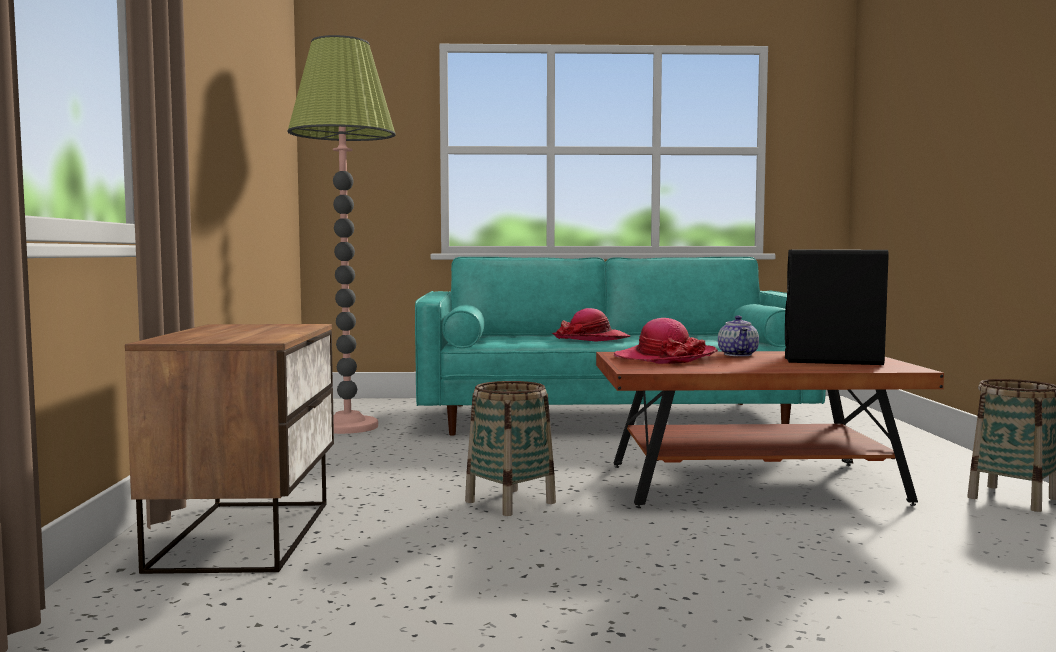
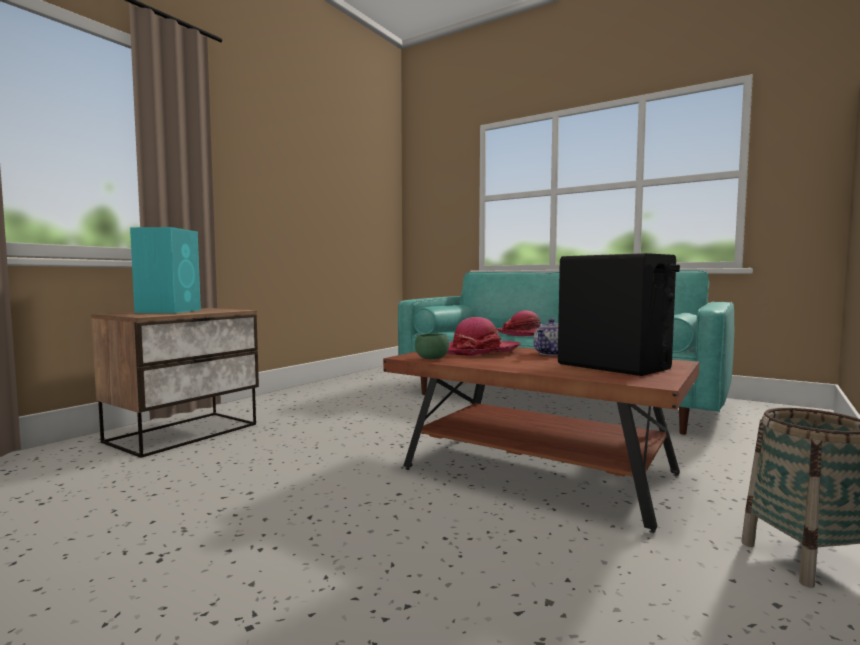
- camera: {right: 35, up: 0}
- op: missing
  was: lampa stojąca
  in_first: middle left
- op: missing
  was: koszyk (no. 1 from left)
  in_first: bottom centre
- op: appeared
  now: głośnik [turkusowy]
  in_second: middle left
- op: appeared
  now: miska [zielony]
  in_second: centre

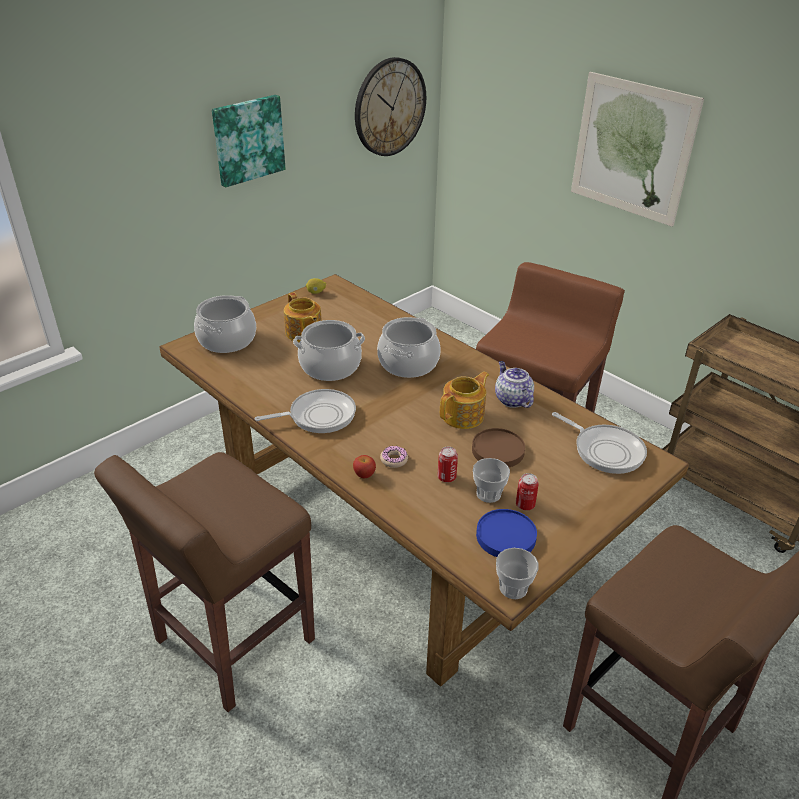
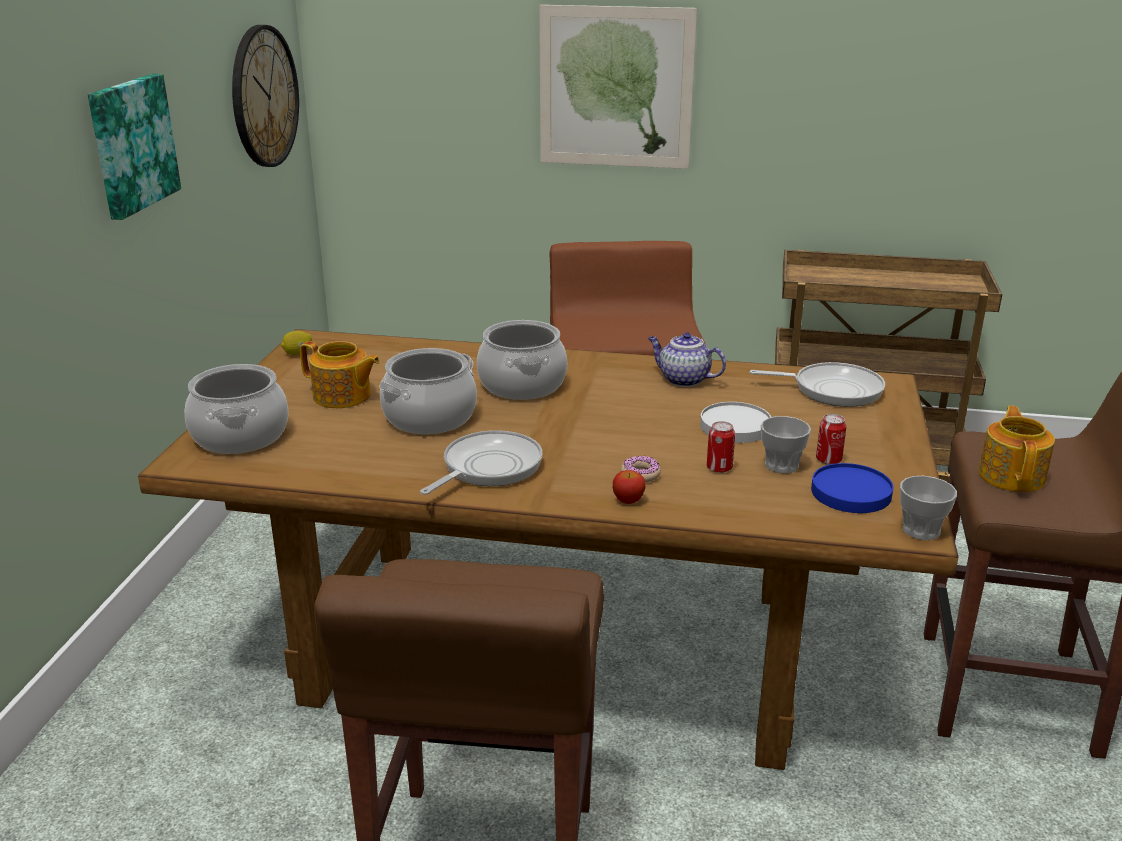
- camera: {right: -35, up: -10}
- op: relocated
  was: imbryk (no. 2 from left in the first image)
  now: imbryk (no. 3 from left)
  in_first: centre
  in_second: middle right
- op: colour
  was: talerz [brązowy]
  now: talerz [biały]
  in_first: centre
  in_second: centre

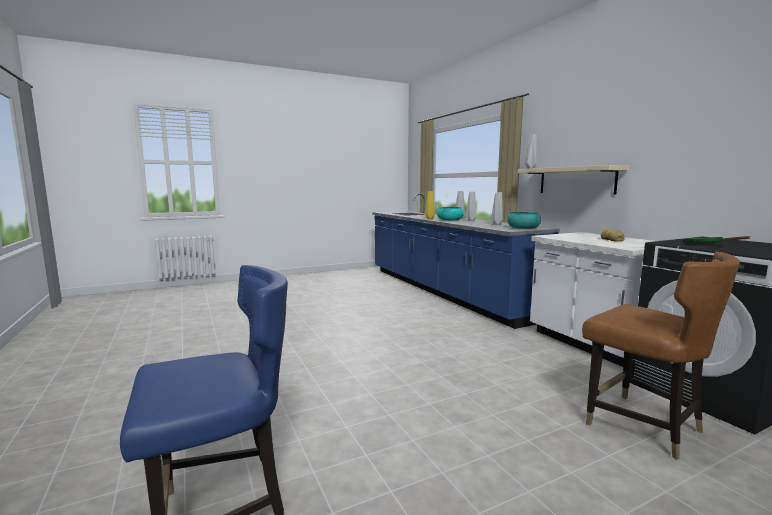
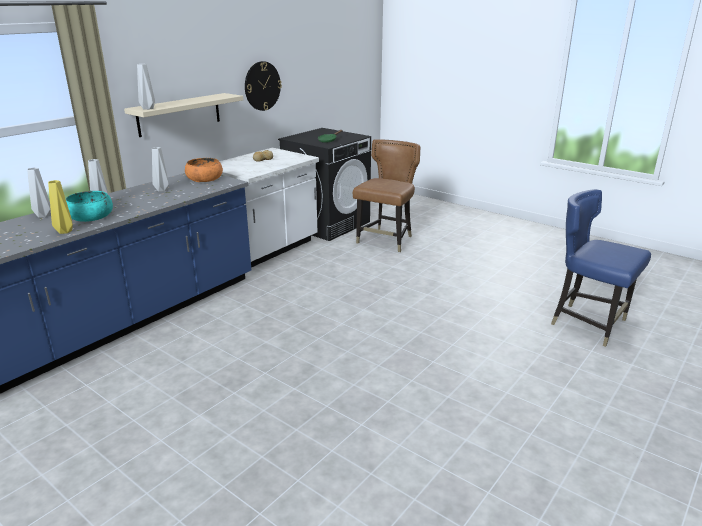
- camera: {right: -115, up: 15}
- op: appeared
  now: zegar ścienny
  in_second: top centre
- op: colour
  was: miska [turkusowy] (no. 2 from left)
  now: miska [pomarańczowy]
  in_first: middle right
  in_second: top left

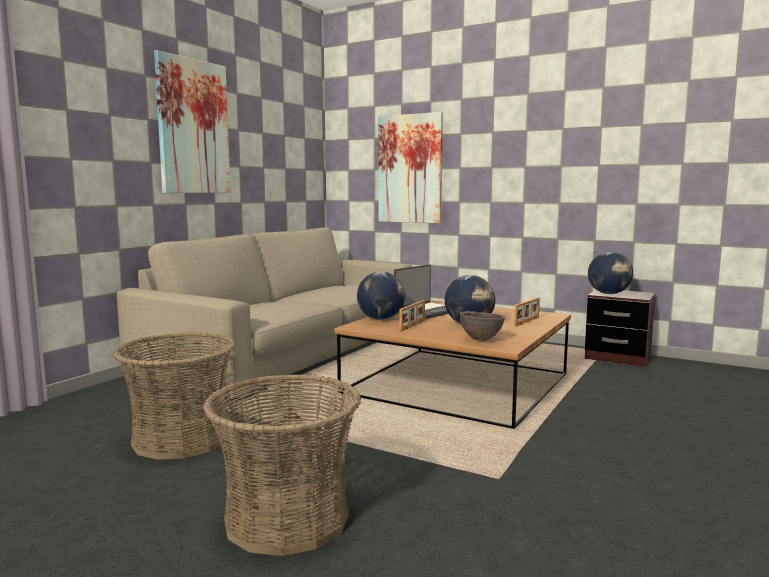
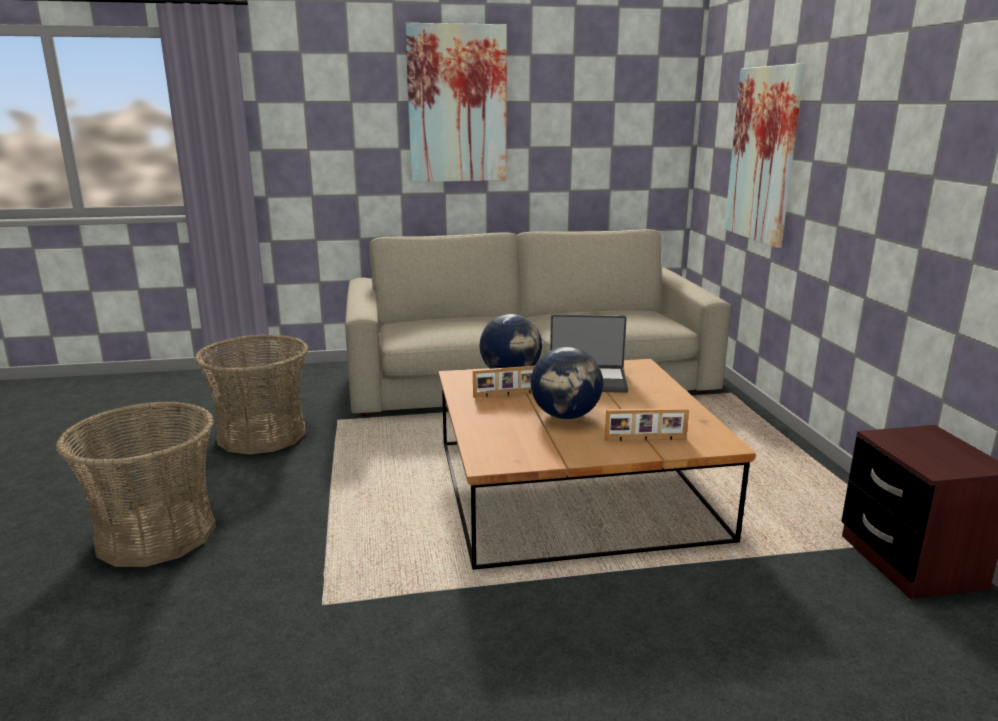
- camera: {right: 50, up: 10}
- op: missing
  was: miska [brązowy]
  in_first: centre
- op: missing
  was: globus (no. 3 from left)
  in_first: middle right

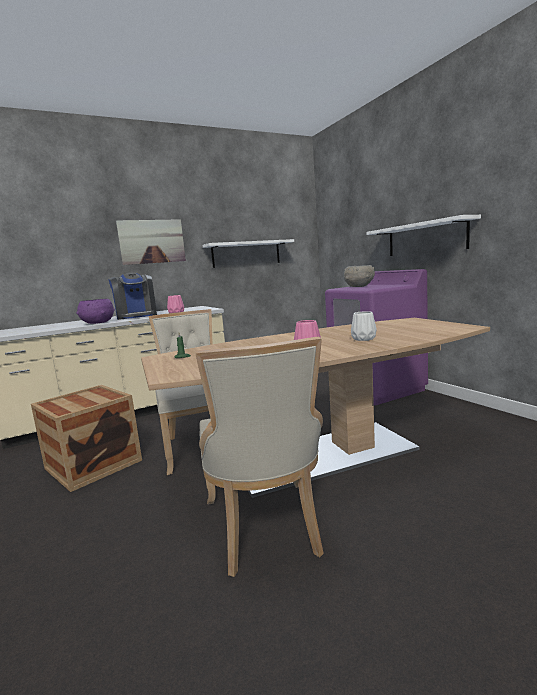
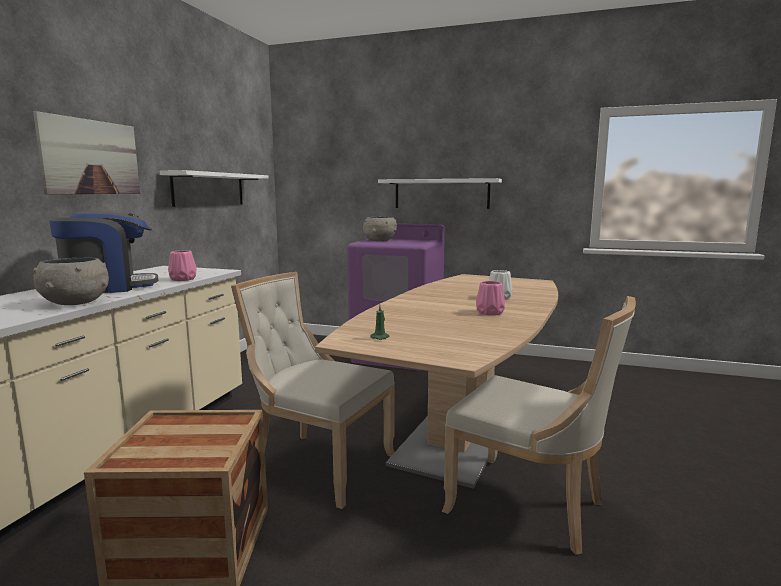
- camera: {right: -45, up: 0}
- op: colour
  was: miska [fioletowy]
  now: miska [szary] (no. 1 from left)
  in_first: middle left
  in_second: middle left
- op: spun
  was: ekspres do kawy
  in_first: middle left
  in_second: middle left
  clockwise: -45

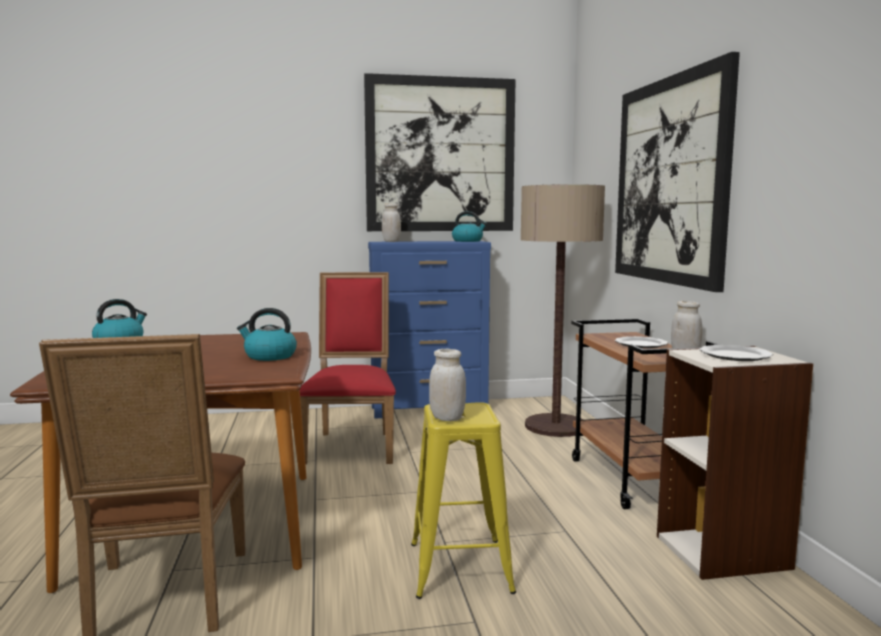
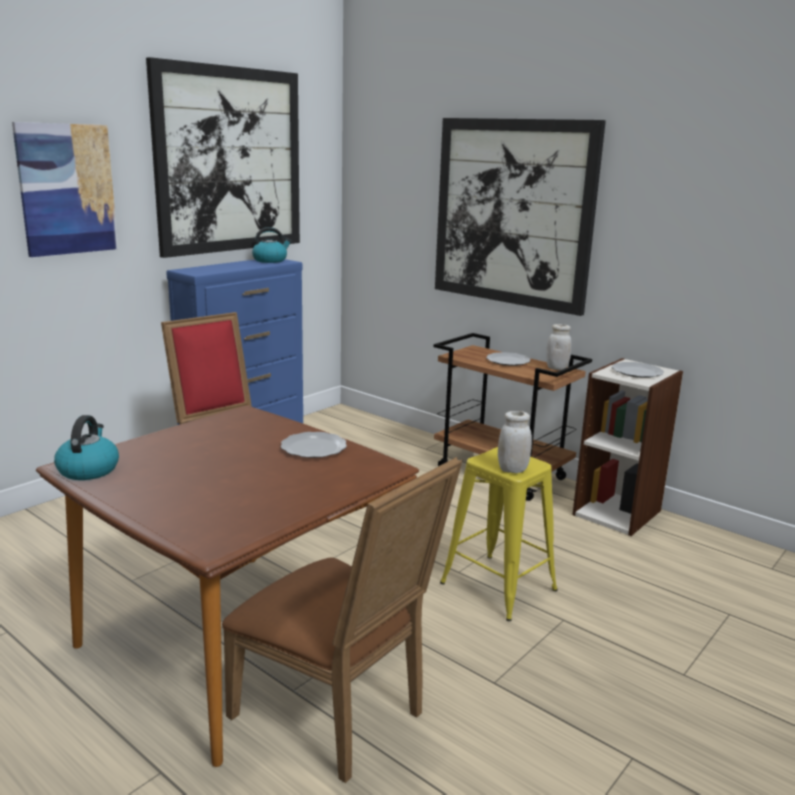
- camera: {right: -40, up: 10}
- op: missing
  was: słoik [biały] (no. 1 from left)
  in_first: centre
- op: missing
  was: lampa stojąca
  in_first: centre
- op: appeared
  now: obraz (no. 1 from left)
  in_second: top left
- op: exchanged
  was: czajnik (no. 2 from left)
  now: talerz (no. 1 from left)
  in_first: middle left
  in_second: centre

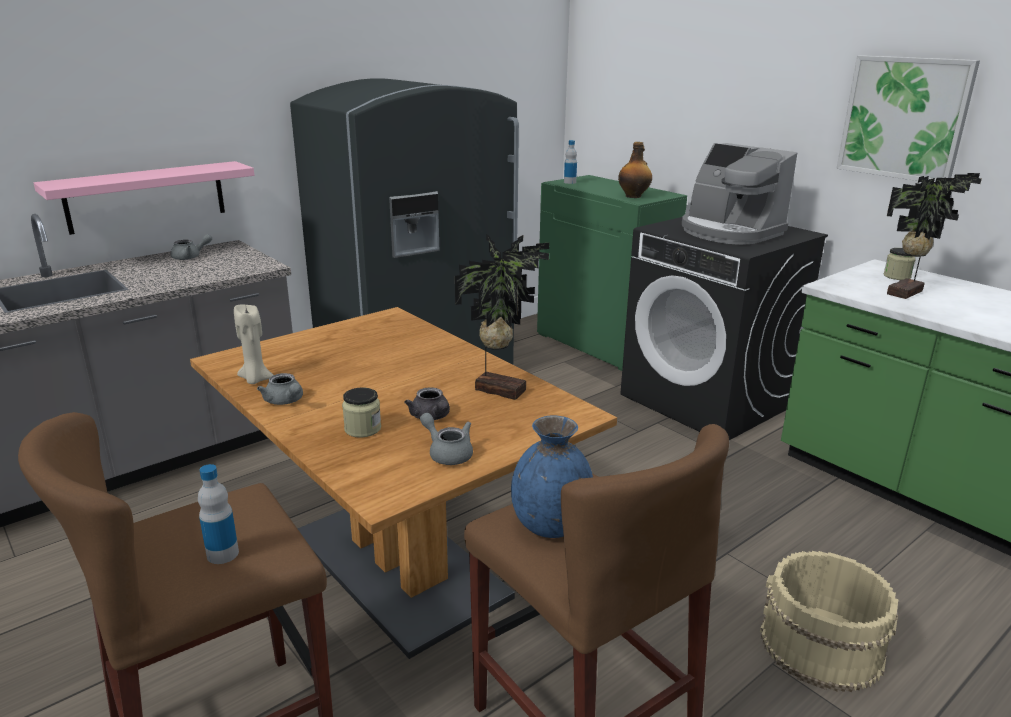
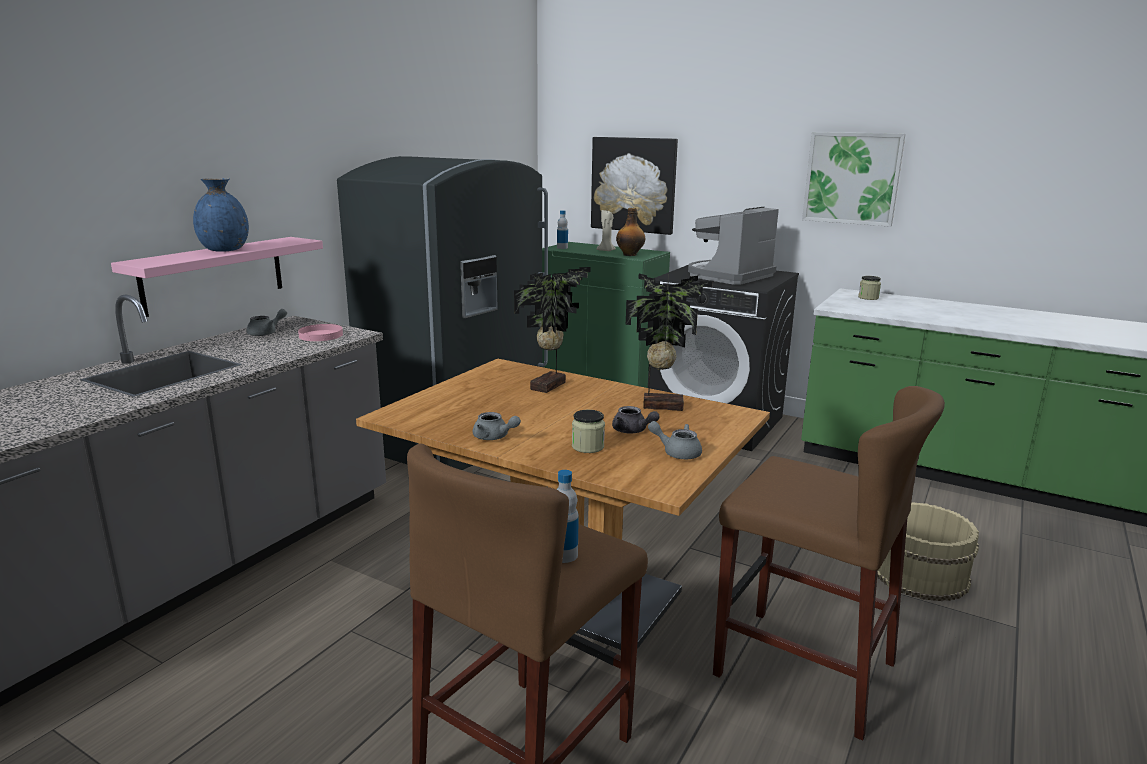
- camera: {right: -20, up: -5}
- op: appeared
  now: talerz [różowy]
  in_second: middle left
- op: appeared
  now: obraz (no. 1 from left)
  in_second: top centre
- op: relocated
  was: świeca [beżowy]
  in_first: middle left
  in_second: top centre
- op: relocated
  was: wazon [niebieski]
  in_first: centre
  in_second: top left
- op: relocated
  was: roślina doniczkowa (no. 2 from left in the first image)
  now: roślina doniczkowa (no. 1 from left)
  in_first: top right
  in_second: centre
- op: spun
  was: ekspres do kawy
  in_first: top right
  in_second: top centre
  clockwise: 105

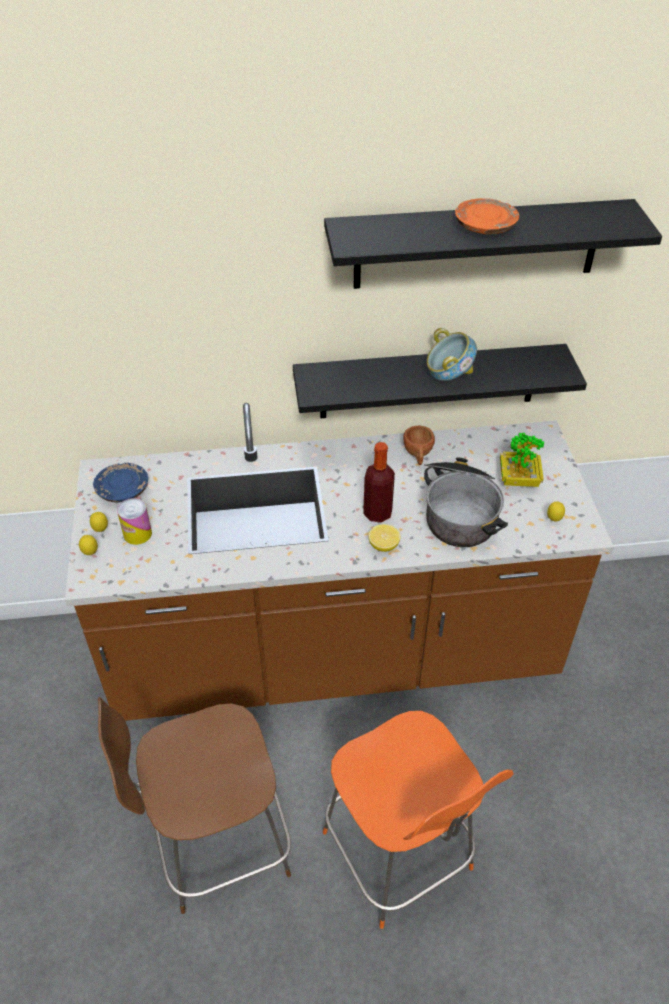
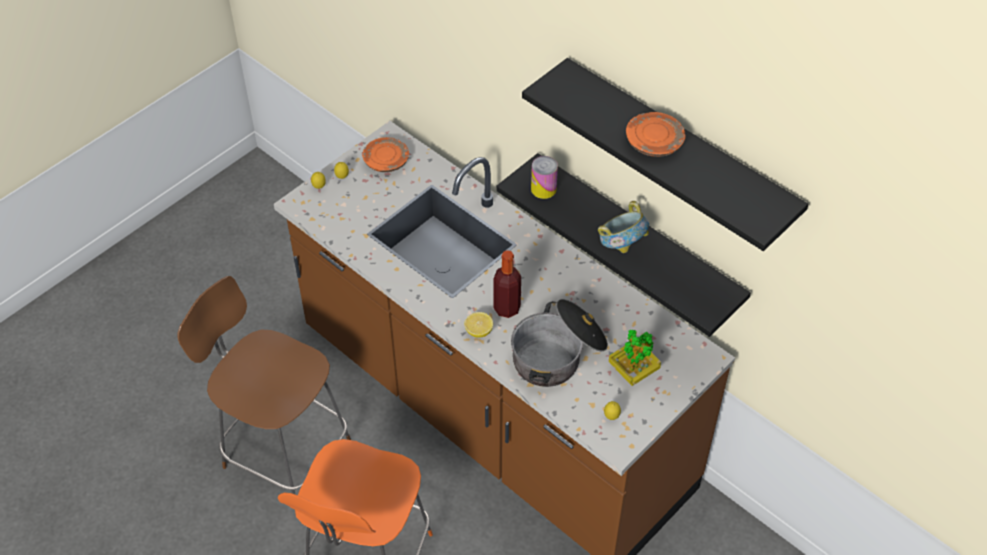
- camera: {right: 50, up: 5}
- op: missing
  was: filiżanka [brązowy]
  in_first: centre
- op: relocated
  was: puszka
  in_first: middle left
  in_second: top centre
- op: colour
  was: talerz [niebieski]
  now: talerz [pomarańczowy] (no. 1 from left)
  in_first: middle left
  in_second: top centre

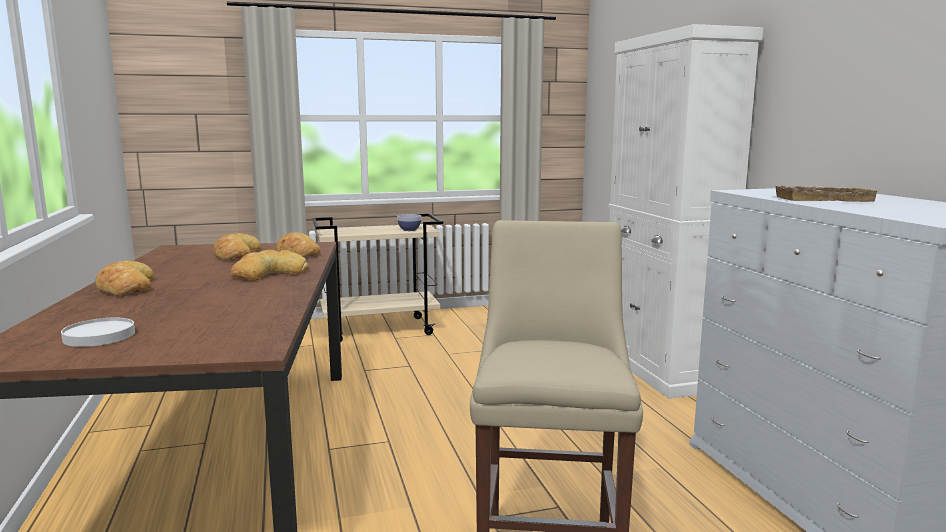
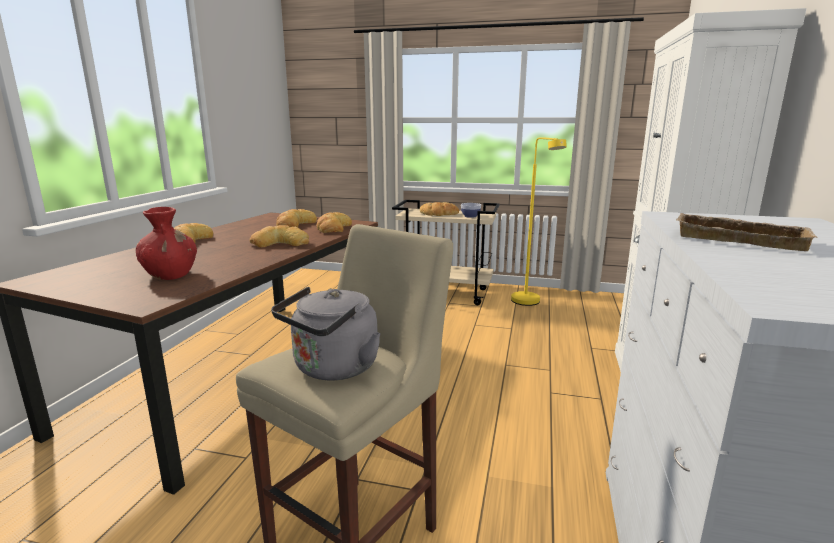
- camera: {right: 30, up: 5}
- op: missing
  was: talerz [biały]
  in_first: middle left
- op: appeared
  now: wazon [czerwony]
  in_second: middle left
- op: appeared
  now: czajnik [szary]
  in_second: centre
- op: appeared
  now: chleb (no. 5 from left)
  in_second: centre
- op: appeared
  now: lampa stojąca [żółty]
  in_second: centre

